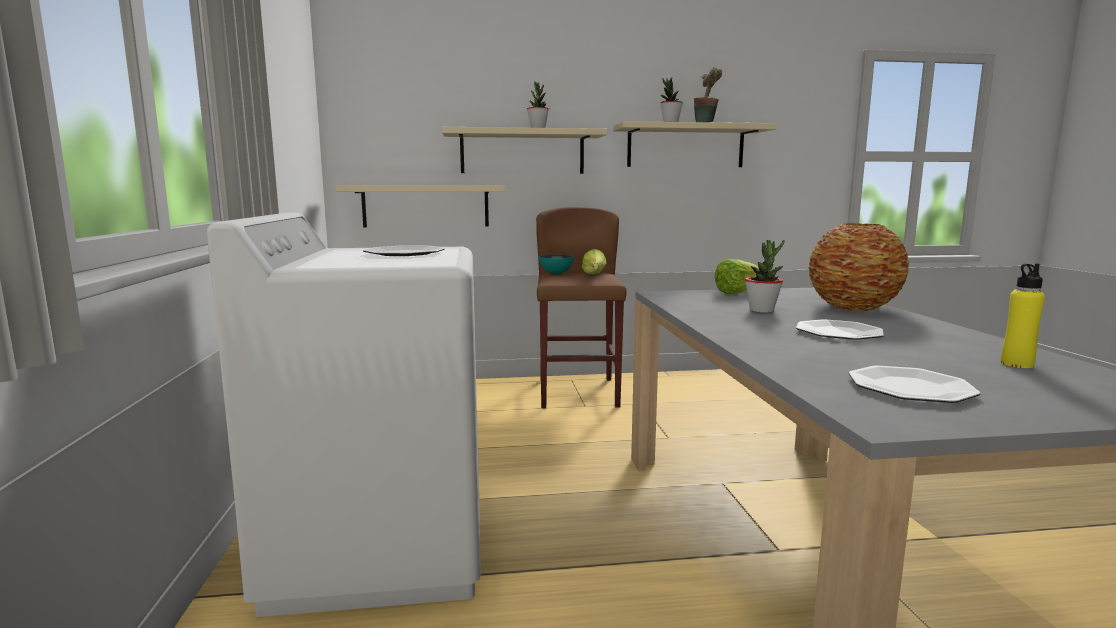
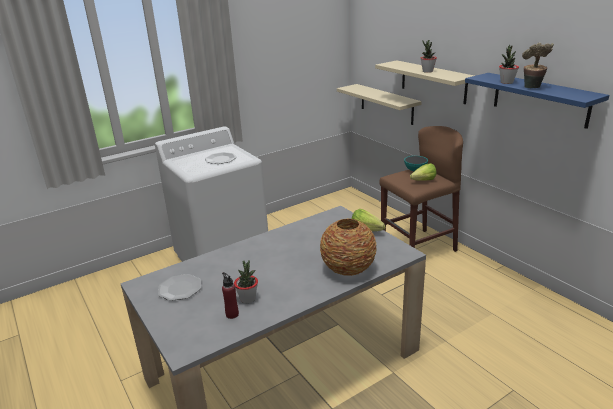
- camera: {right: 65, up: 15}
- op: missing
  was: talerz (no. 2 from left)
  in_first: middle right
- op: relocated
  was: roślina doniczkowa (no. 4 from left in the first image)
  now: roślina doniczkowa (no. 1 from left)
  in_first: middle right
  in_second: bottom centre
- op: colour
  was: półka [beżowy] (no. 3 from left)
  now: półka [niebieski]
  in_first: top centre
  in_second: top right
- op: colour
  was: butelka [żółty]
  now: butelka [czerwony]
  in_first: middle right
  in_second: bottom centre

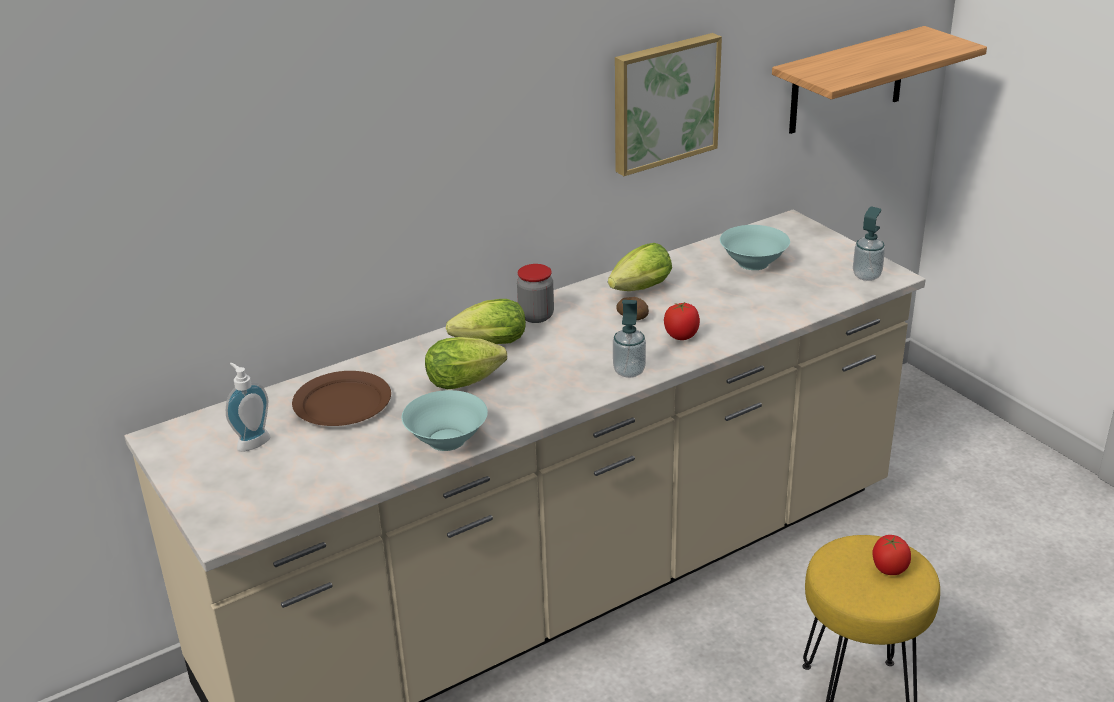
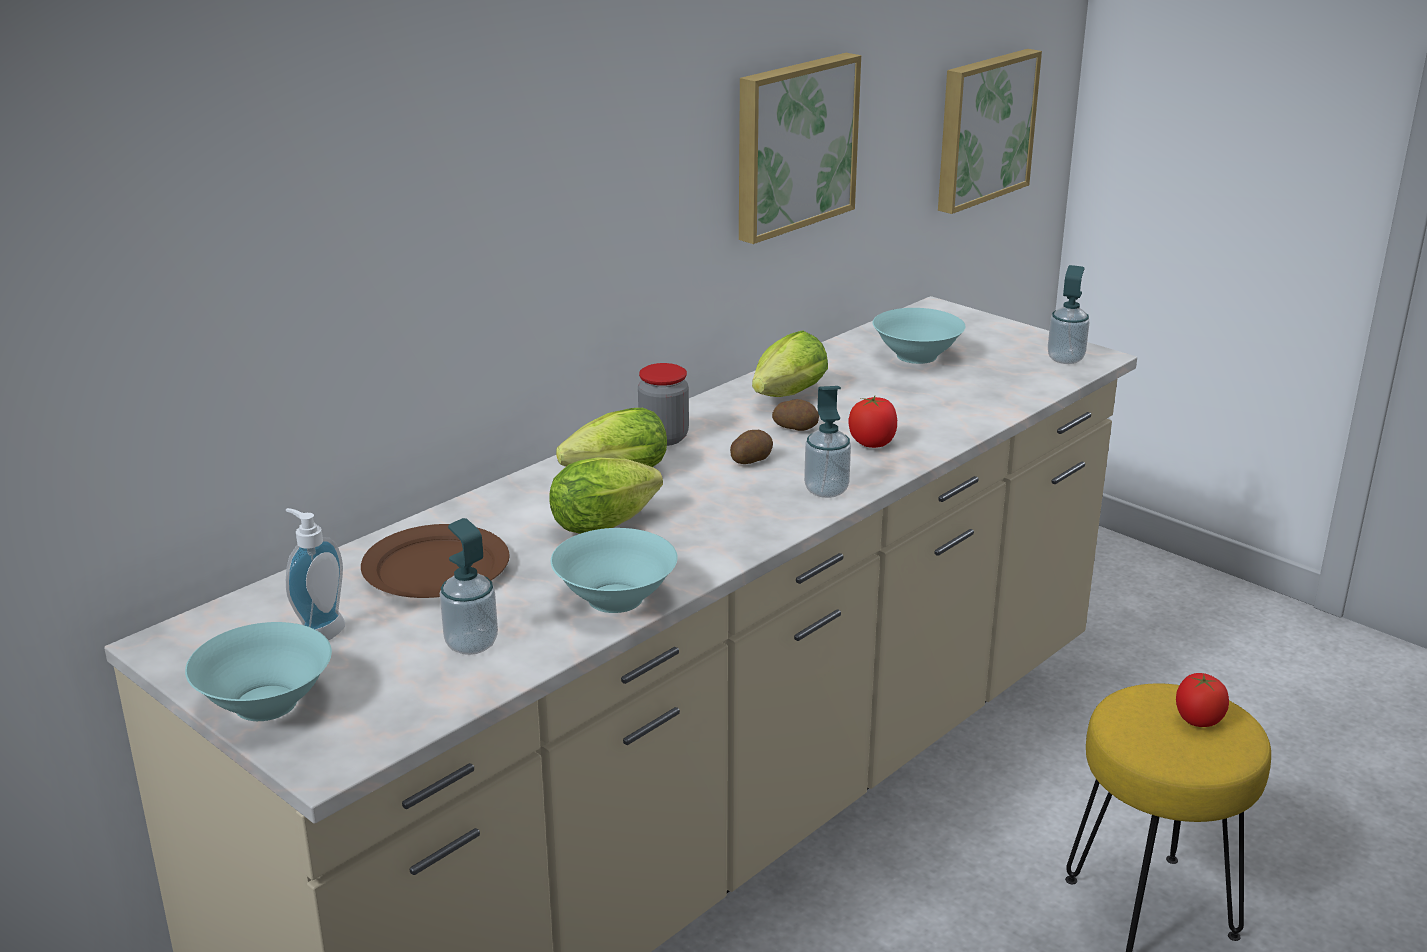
- camera: {right: -15, up: -5}
- op: appeared
  now: miska [turkusowy] (no. 1 from left)
  in_second: bottom left
- op: appeared
  now: dozownik mydła (no. 2 from left)
  in_second: middle left
- op: appeared
  now: ziemniak (no. 1 from left)
  in_second: centre
- op: exchanged
  was: półka
  now: obraz (no. 2 from left)
  in_first: top right
  in_second: top right

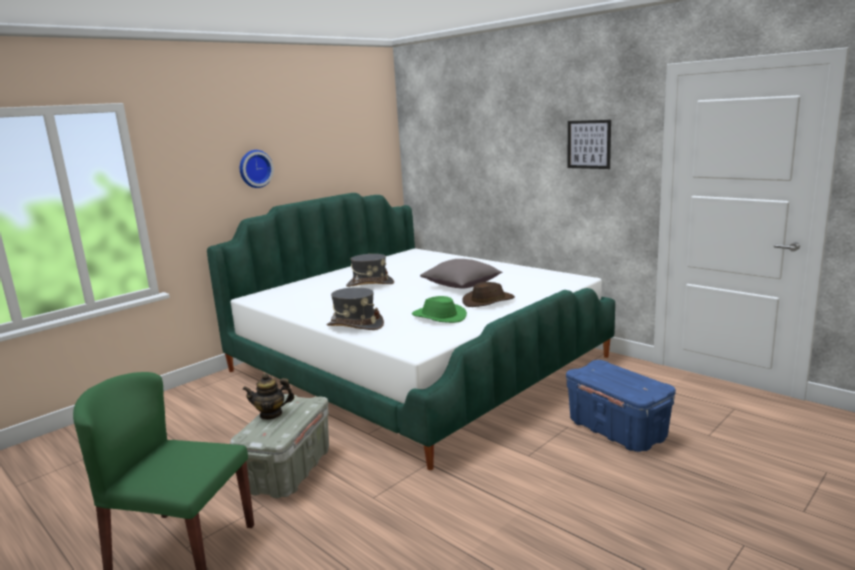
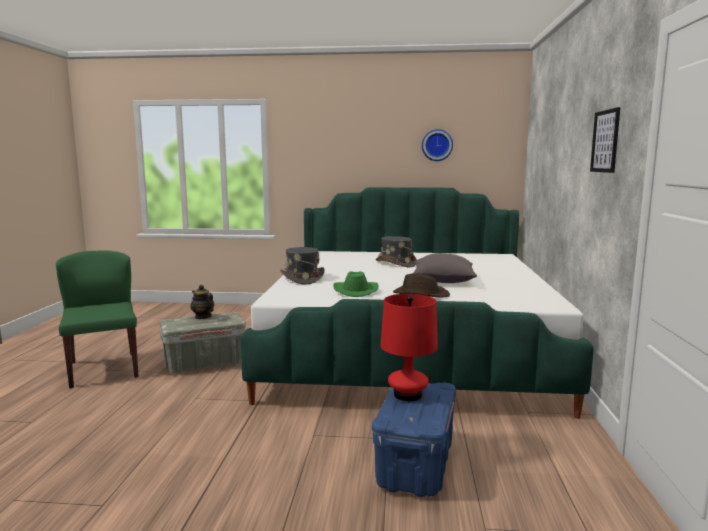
- camera: {right: 50, up: -5}
- op: appeared
  now: lampa stołowa [czerwony]
  in_second: centre
- op: relocated
  was: zegar ścienny
  in_first: top left
  in_second: top centre

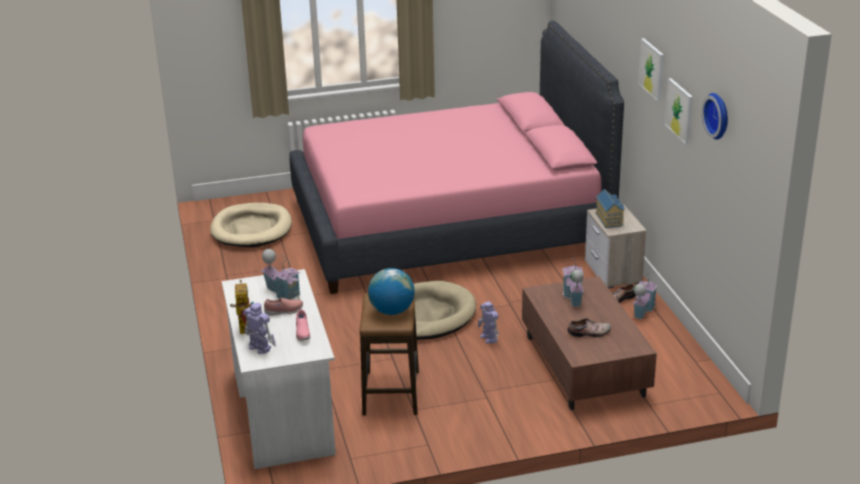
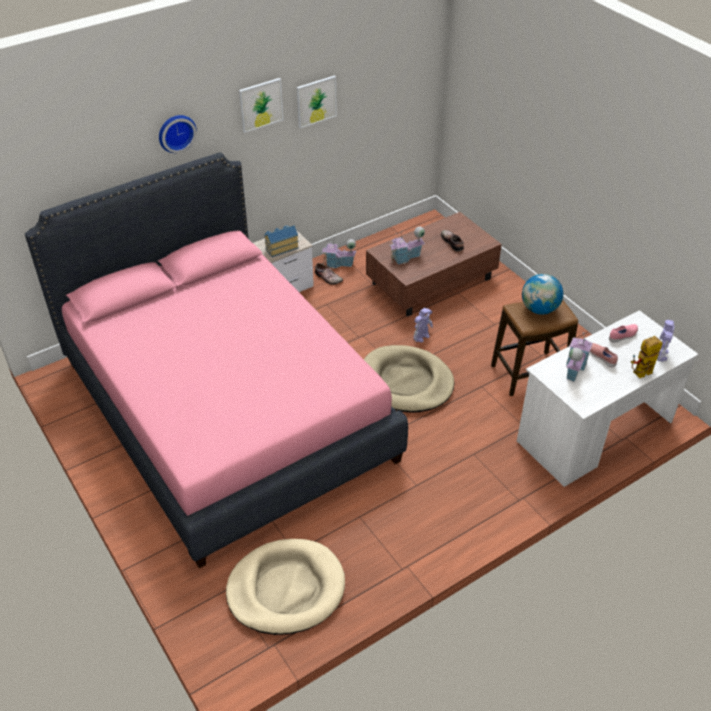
- camera: {right: -110, up: 15}
- op: relocated
  was: zegar ścienny
  in_first: top right
  in_second: top left

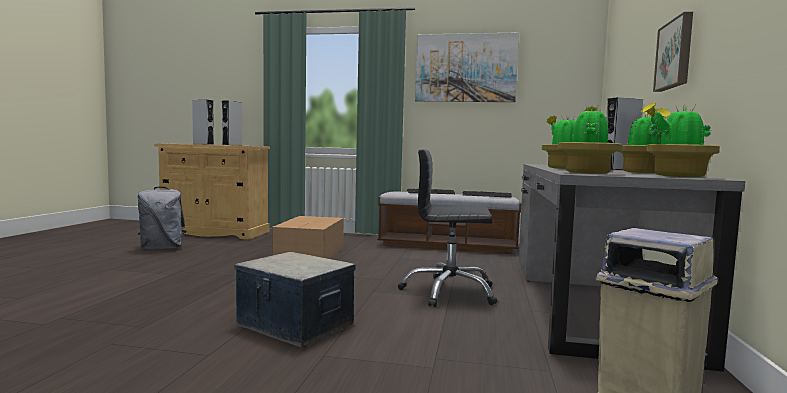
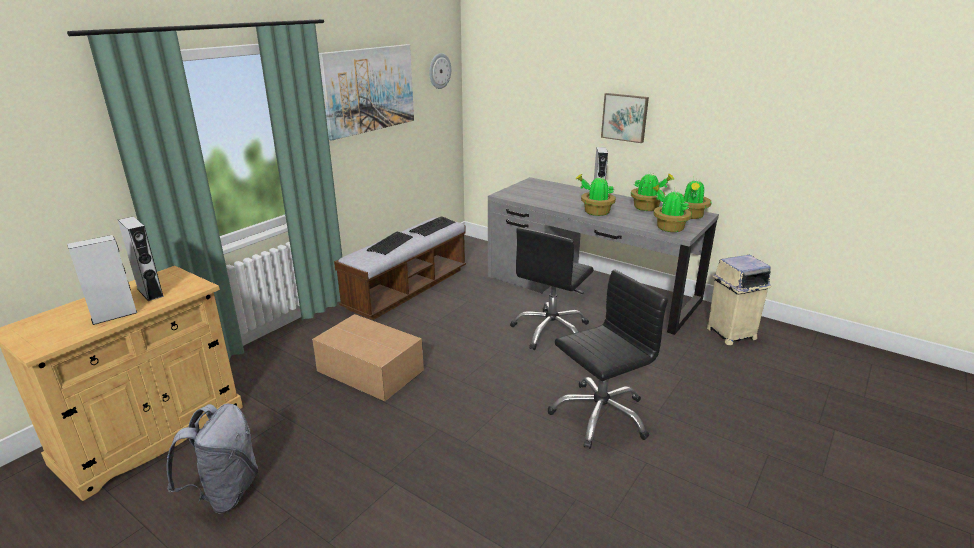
- camera: {right: -65, up: 20}
- op: appeared
  now: zegar ścienny
  in_second: top centre
- op: exchanged
  was: pojemnik do przechowywania
  now: krzesło biurowe [czarny] (no. 2 from left)
  in_first: bottom centre
  in_second: centre

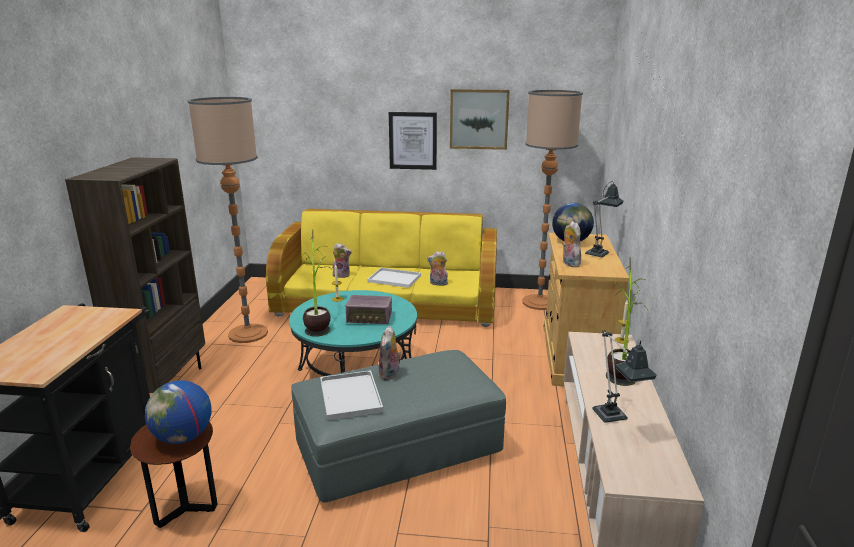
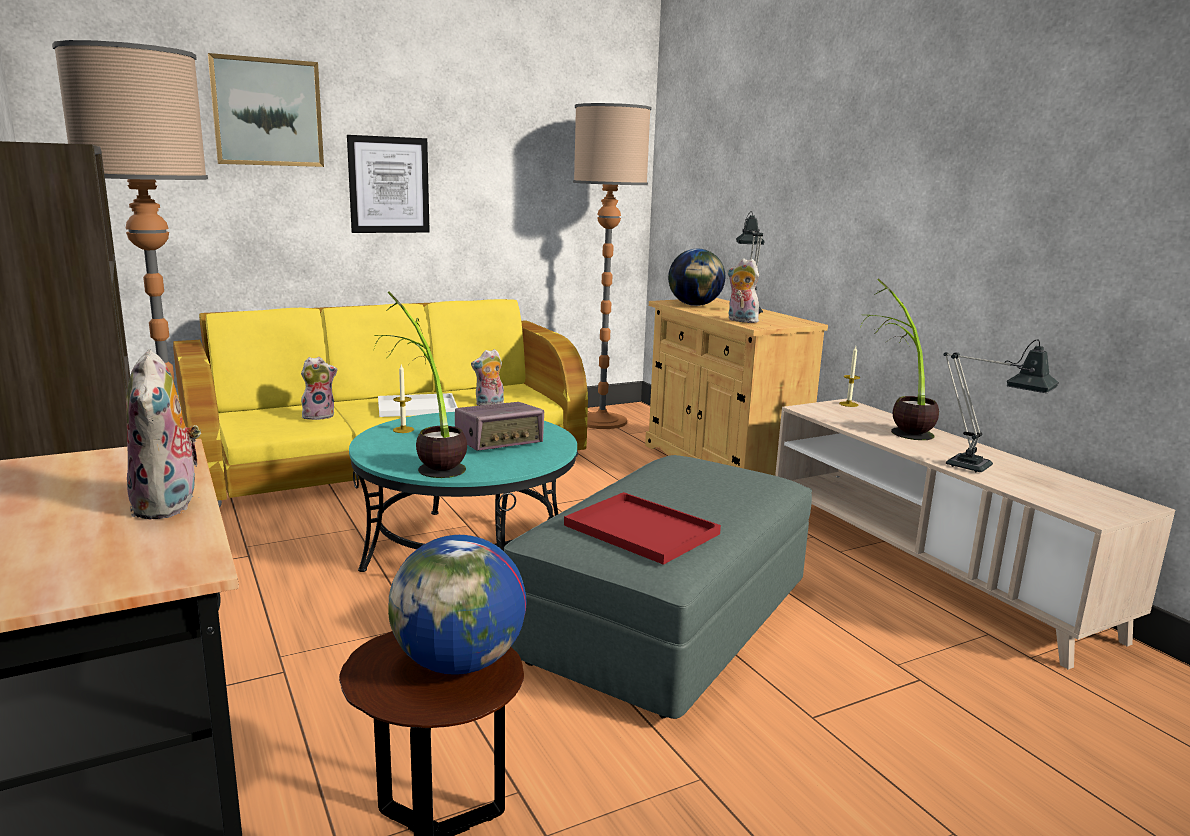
- camera: {right: -35, up: -5}
- op: relocated
  was: pluszak (no. 2 from left in the first image)
  now: pluszak (no. 1 from left)
  in_first: centre
  in_second: middle left
- op: relocated
  was: obraz (no. 2 from left in the first image)
  now: obraz (no. 1 from left)
  in_first: top centre
  in_second: top left
- op: colour
  was: taca [biały] (no. 1 from left)
  now: taca [czerwony]
  in_first: bottom centre
  in_second: centre

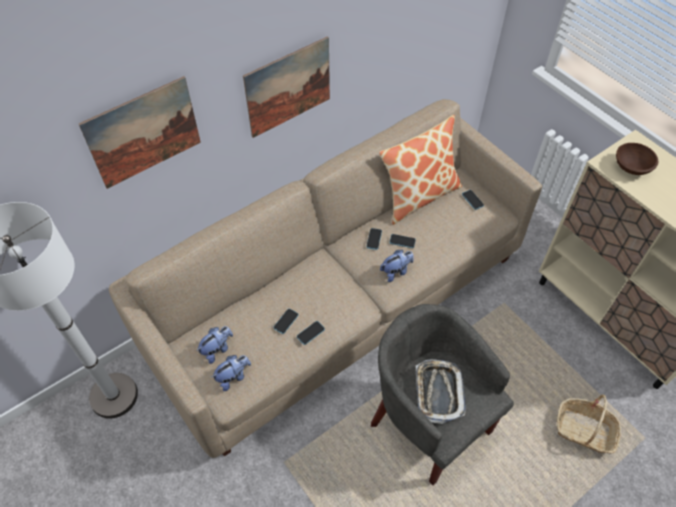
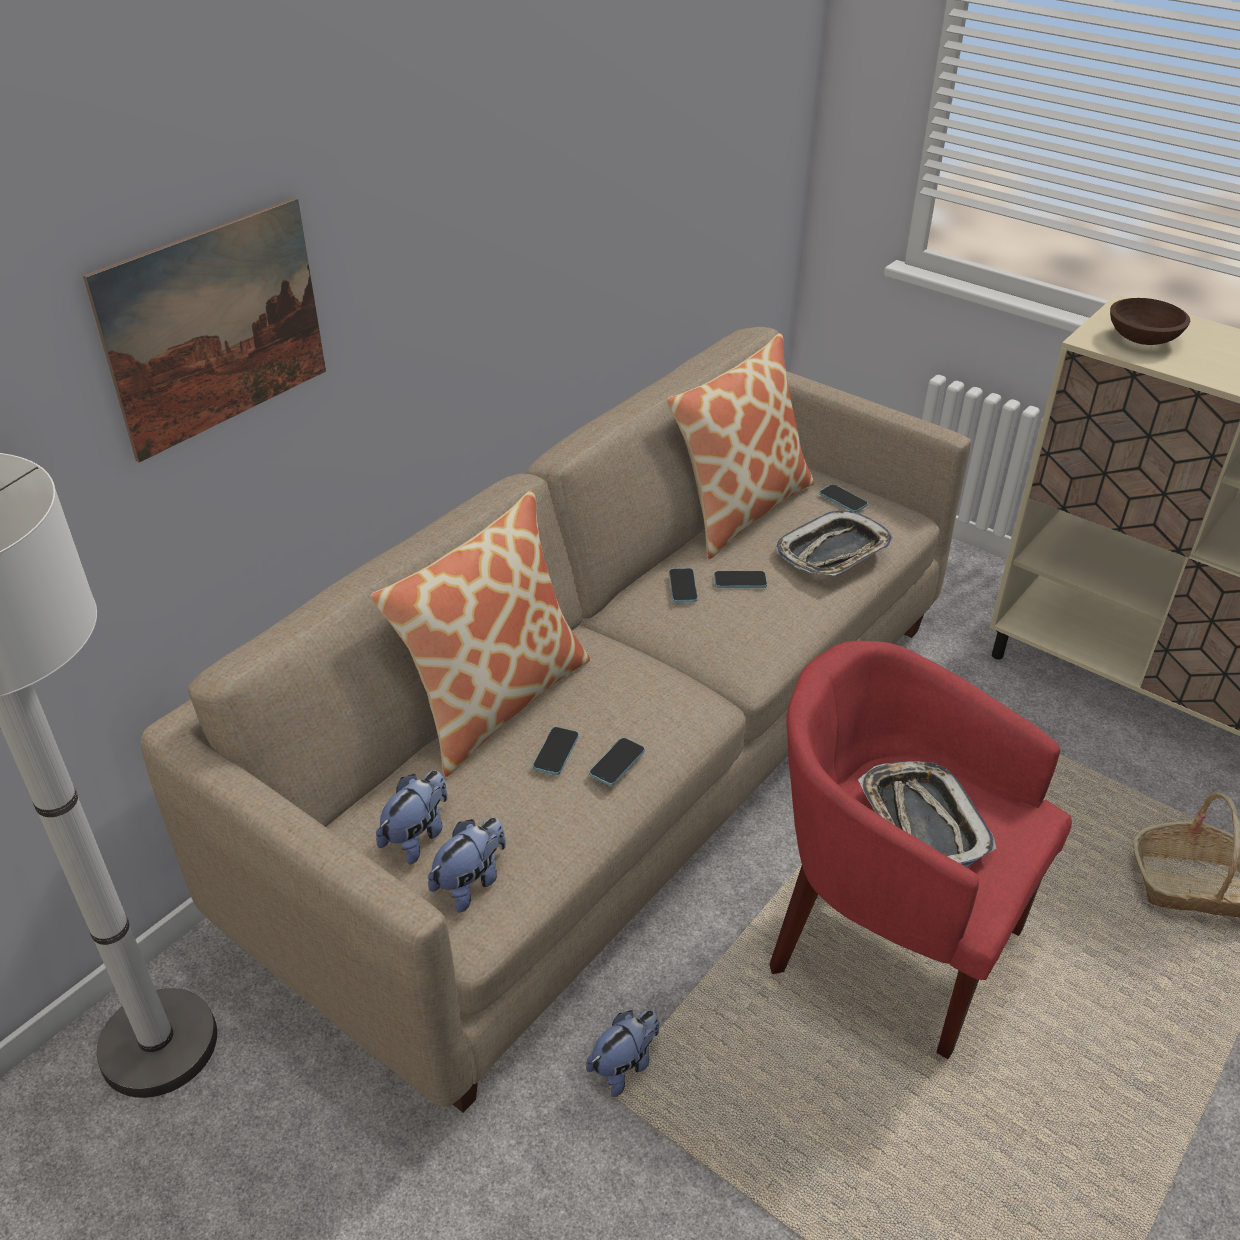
- camera: {right: -15, up: -15}
- op: missing
  was: obraz (no. 2 from left)
  in_first: top centre
- op: appeared
  now: poduszka (no. 1 from left)
  in_second: centre
- op: appeared
  now: taca (no. 1 from left)
  in_second: middle right
- op: relocated
  was: pluszak (no. 3 from left)
  in_first: centre
  in_second: bottom centre
- op: colour
  was: fotel [szary]
  now: fotel [czerwony]
  in_first: bottom centre
  in_second: bottom right

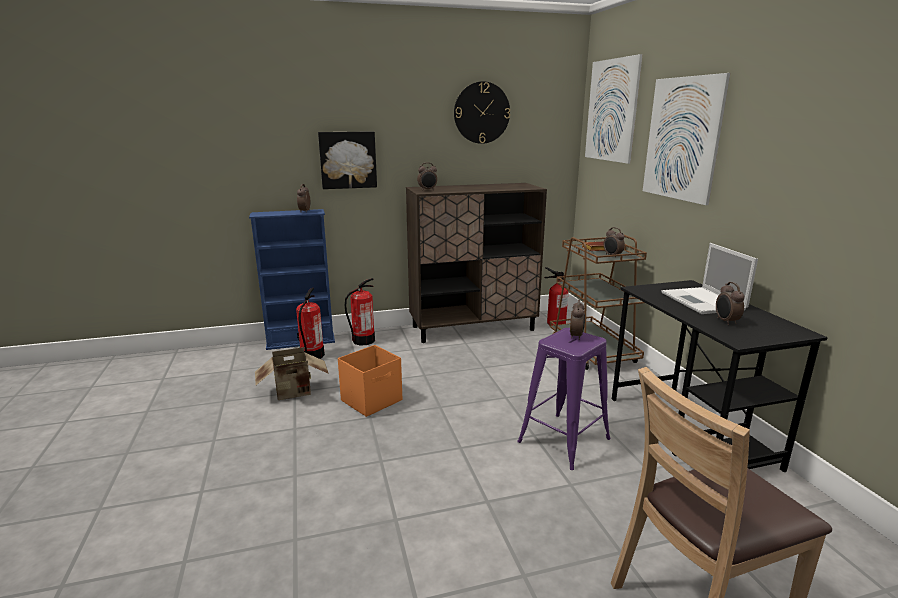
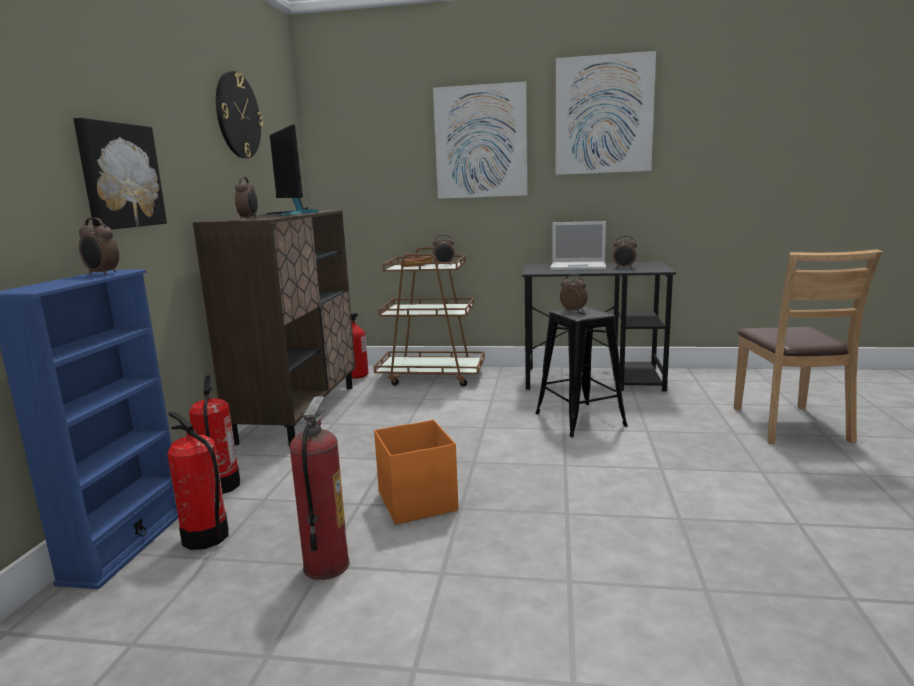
- camera: {right: -65, up: -5}
- op: appeared
  now: monitor
  in_second: top left
- op: relocated
  was: obraz (no. 2 from left in the first image)
  now: obraz (no. 3 from left)
  in_first: top right
  in_second: top centre
- op: exchanged
  was: karton
  now: gaśnica (no. 3 from left)
  in_first: middle left
  in_second: bottom centre
- op: colour
  was: stołek [fioletowy]
  now: stołek [czarny]
  in_first: bottom centre
  in_second: centre

